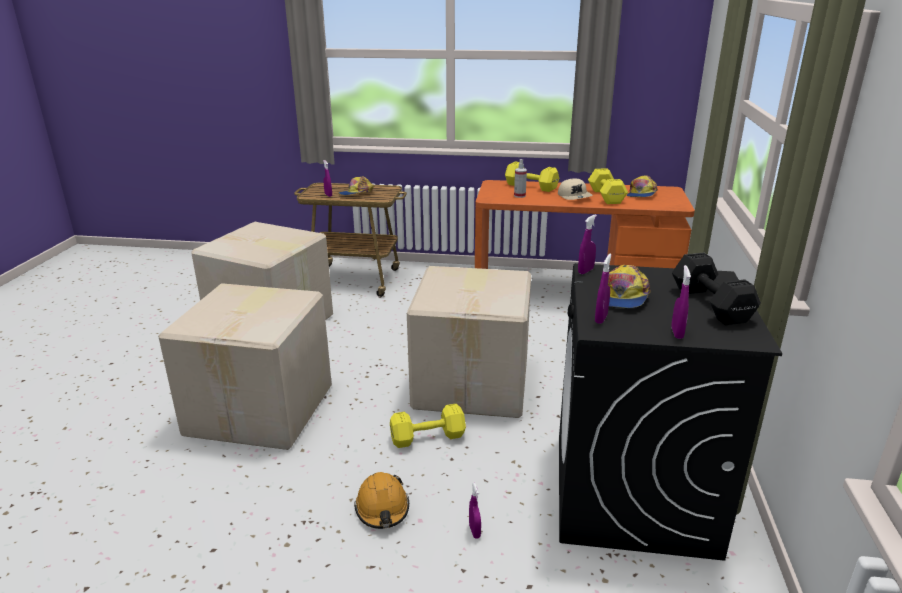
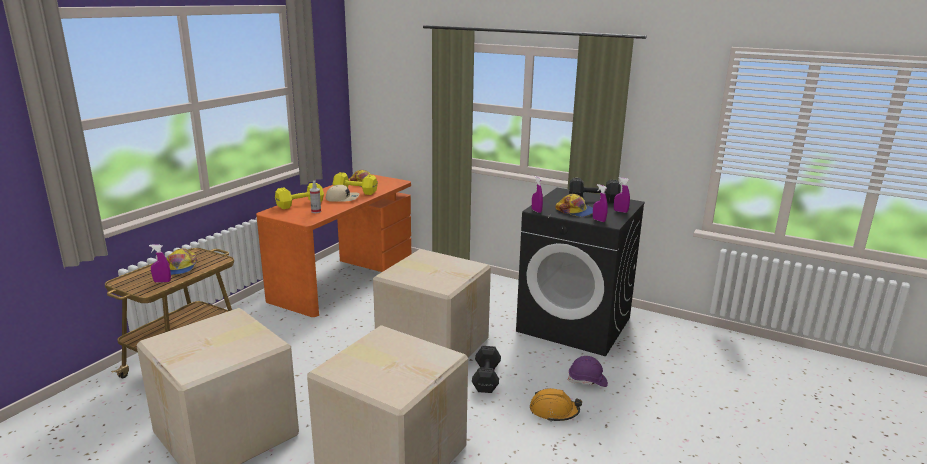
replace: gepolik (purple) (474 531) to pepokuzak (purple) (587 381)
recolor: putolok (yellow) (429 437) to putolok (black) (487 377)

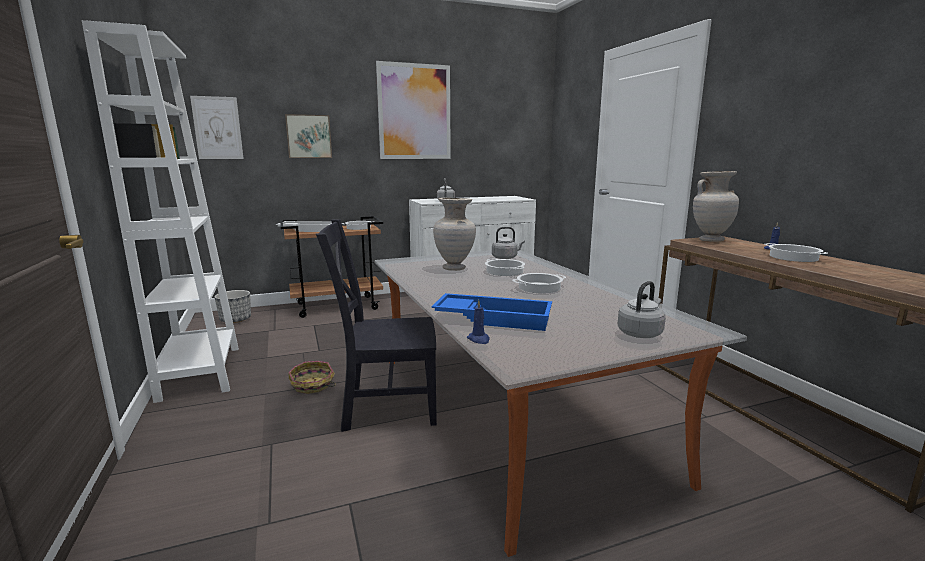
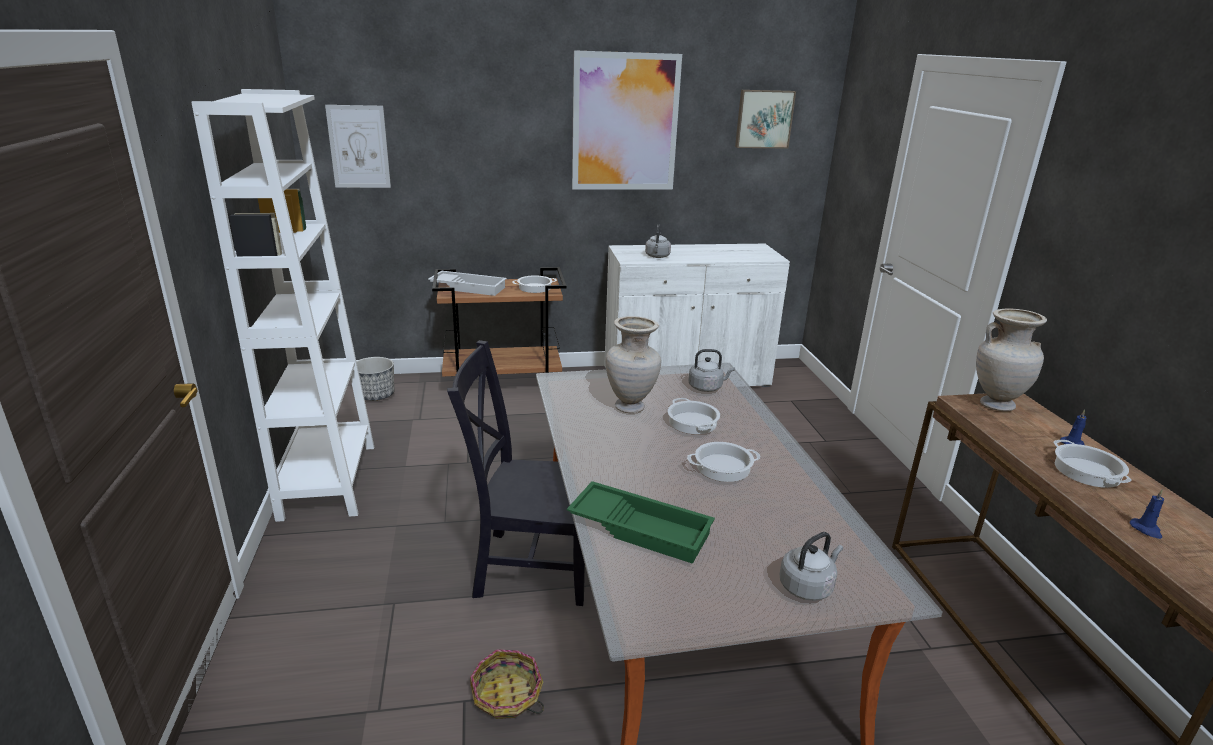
move: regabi (308 136) to (764 119); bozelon (312 385) to (507 696); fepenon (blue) (479 339) to (1146 530)
recolor: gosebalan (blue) (494 318) to gosebalan (green) (641 528)

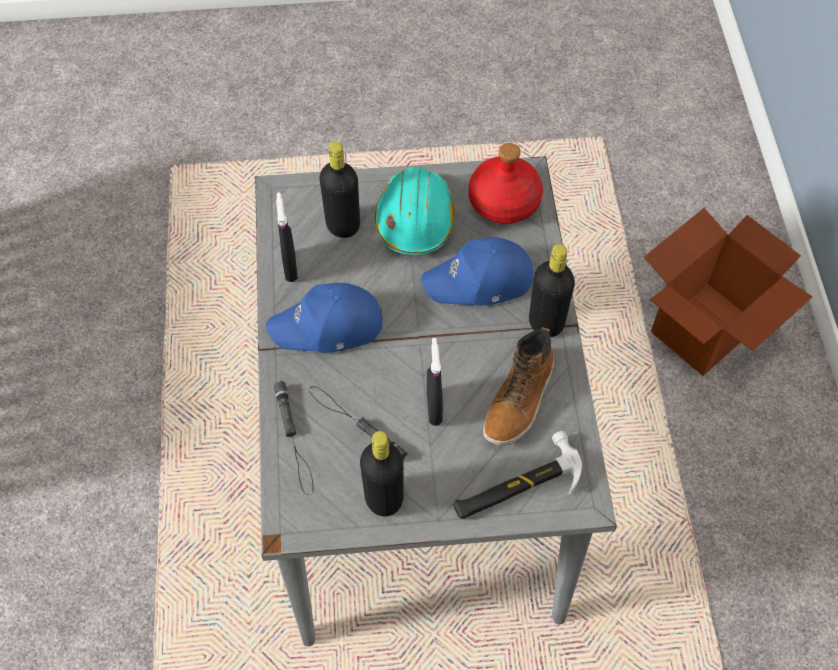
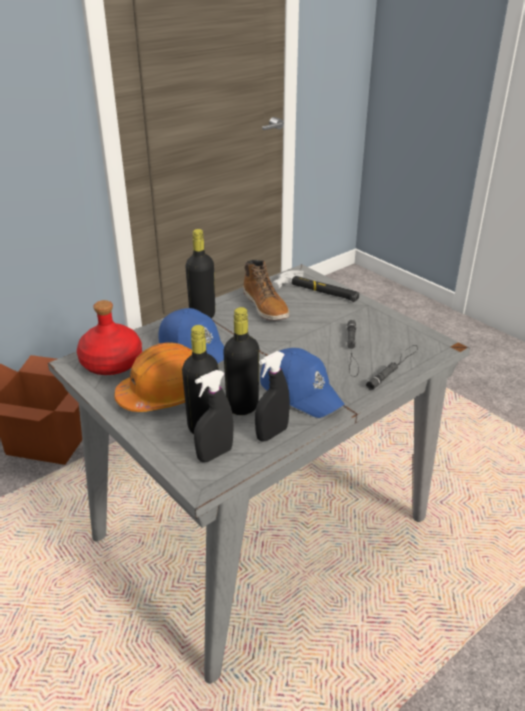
move: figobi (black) (384 498) to (242 406); gepolik (black) (434 408) to (215 454)
recolor: pepokuzak (turquoise) (415 220) to pepokuzak (orange) (165 394)
rotate: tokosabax (519 400) = (266 306) 75 degrees clockwise

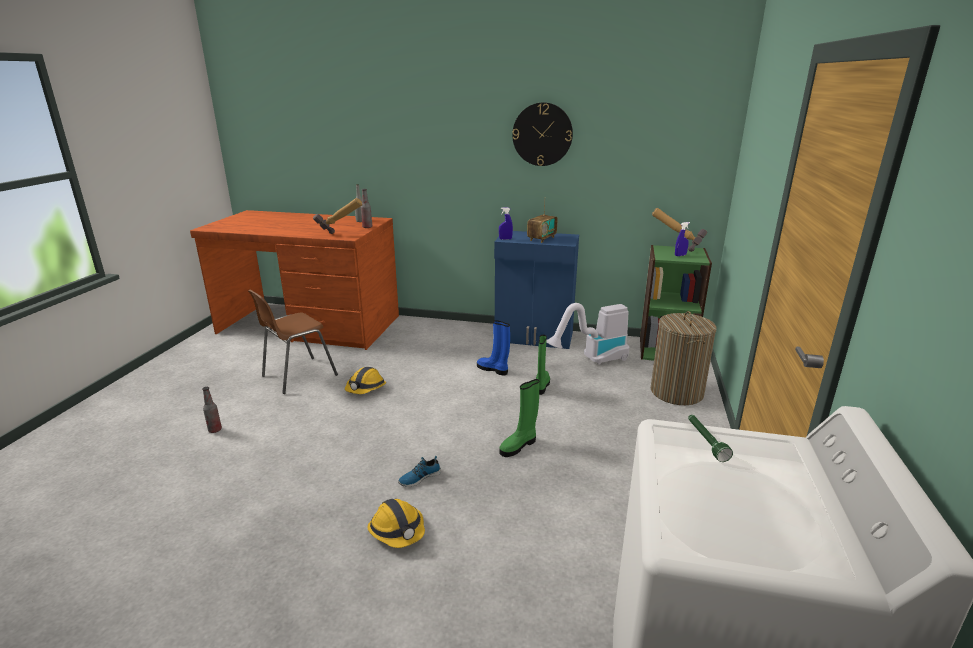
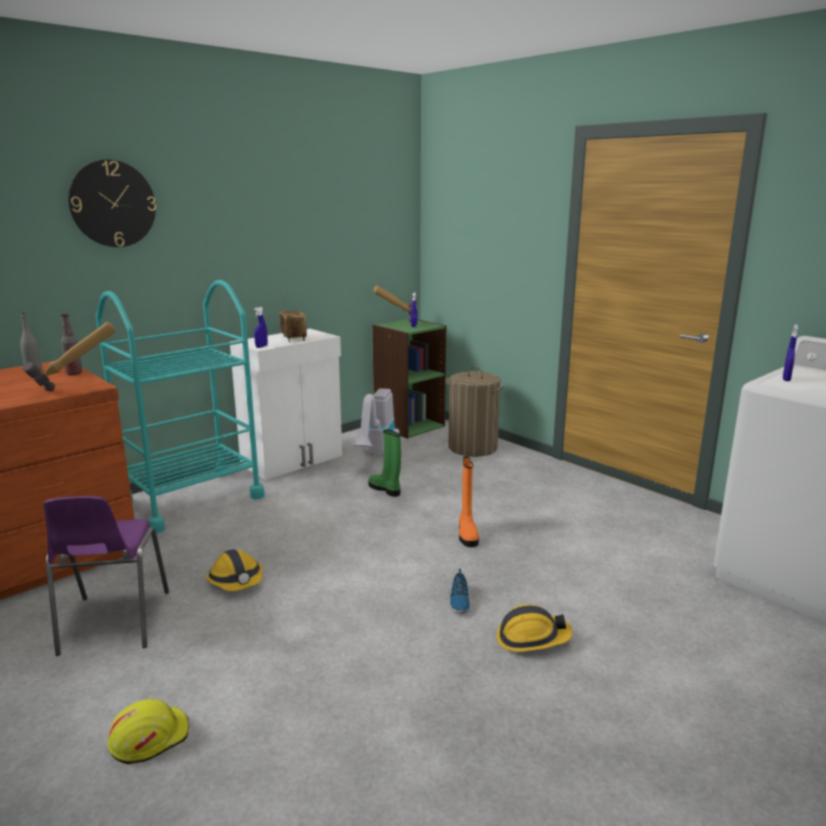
delete: tokosabax (blue) (493 369)
insert: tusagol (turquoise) (192 499)
move: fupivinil (542 134) to (113 204)
replace: figobi (215 430) to pepokuzak (yellow) (149 737); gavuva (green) (705 442) to gepolik (blue) (786 379)
recolor: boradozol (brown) (297 376) to boradozol (purple) (113 624); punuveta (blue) (534 337) to punuveta (white) (293 460); tokosabax (green) (519 446) to tokosabax (orange) (467 534)

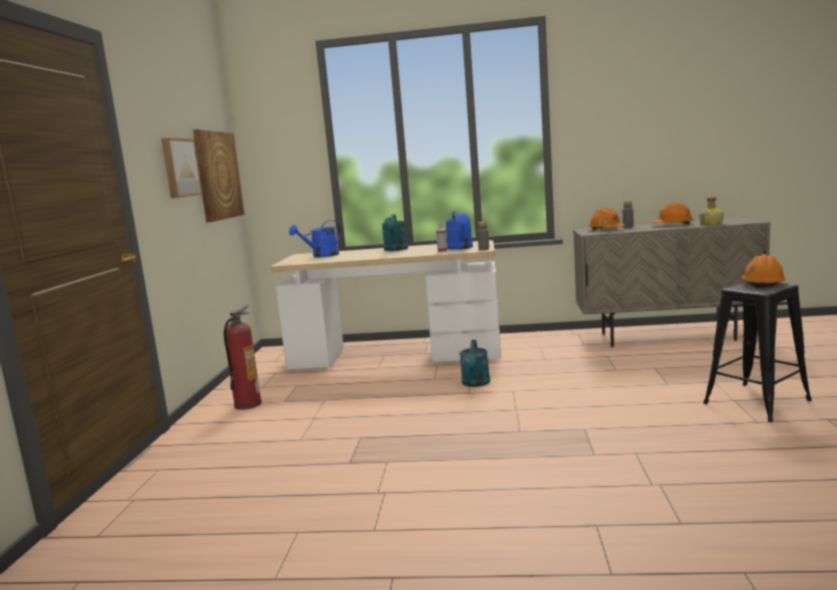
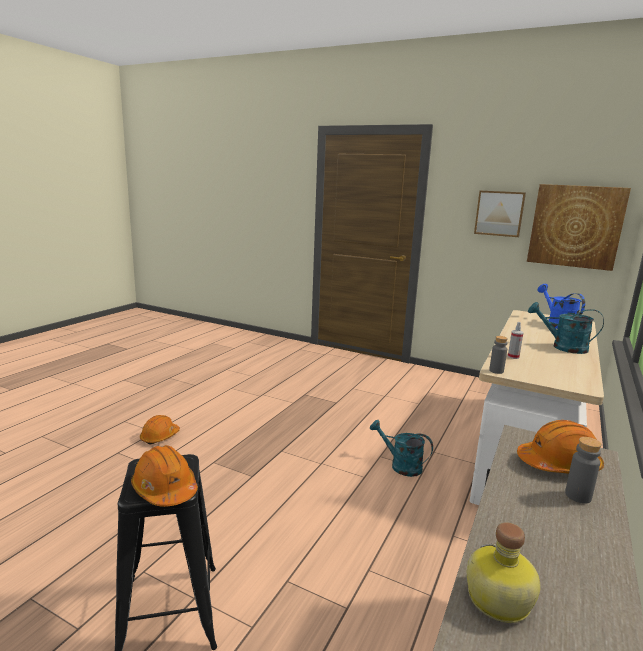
delete: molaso (247 404); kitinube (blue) (461 248)
move: pepokuzak (orange) (673 225) to (159 437)

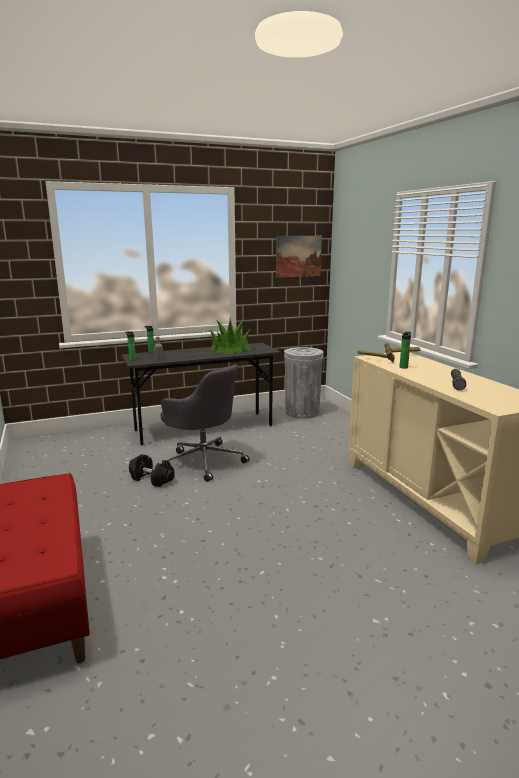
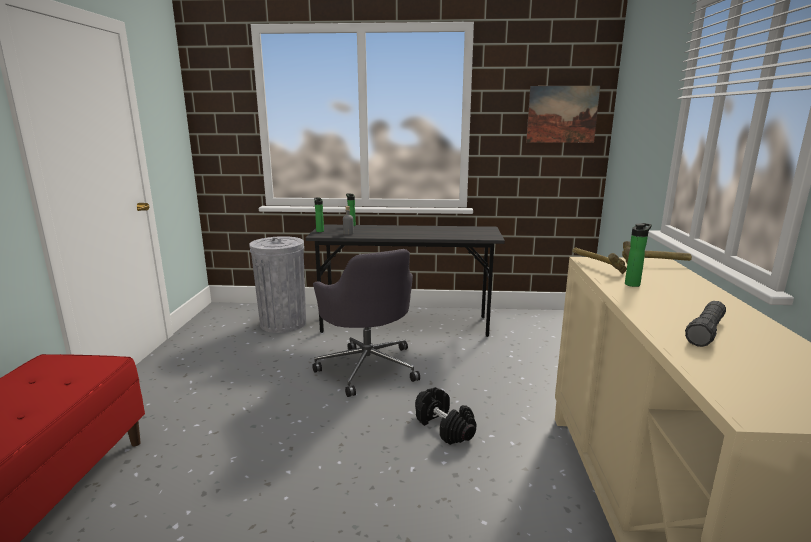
delete: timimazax (230 349)
move: putolok (black) (152 479) to (444 427); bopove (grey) (302 412) to (283 323)

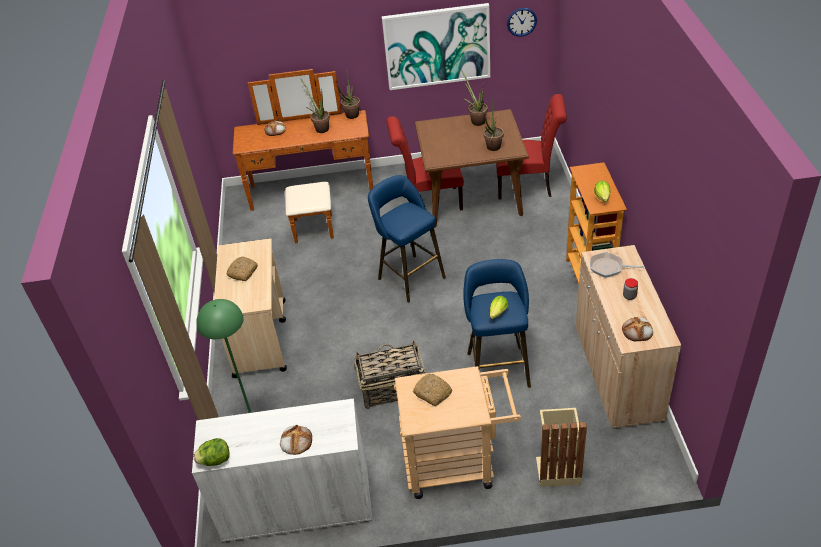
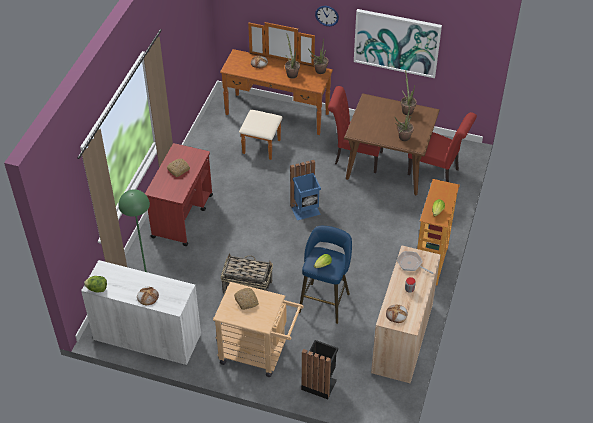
move: fupivinil (521 22) to (327 15)
replace: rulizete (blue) (409 276) to bopove (blue) (306 210)
recolor: tusagol (beige) (260 337) to tusagol (red) (182 215); bopove (beige) (557 468) to bopove (black) (319 383)

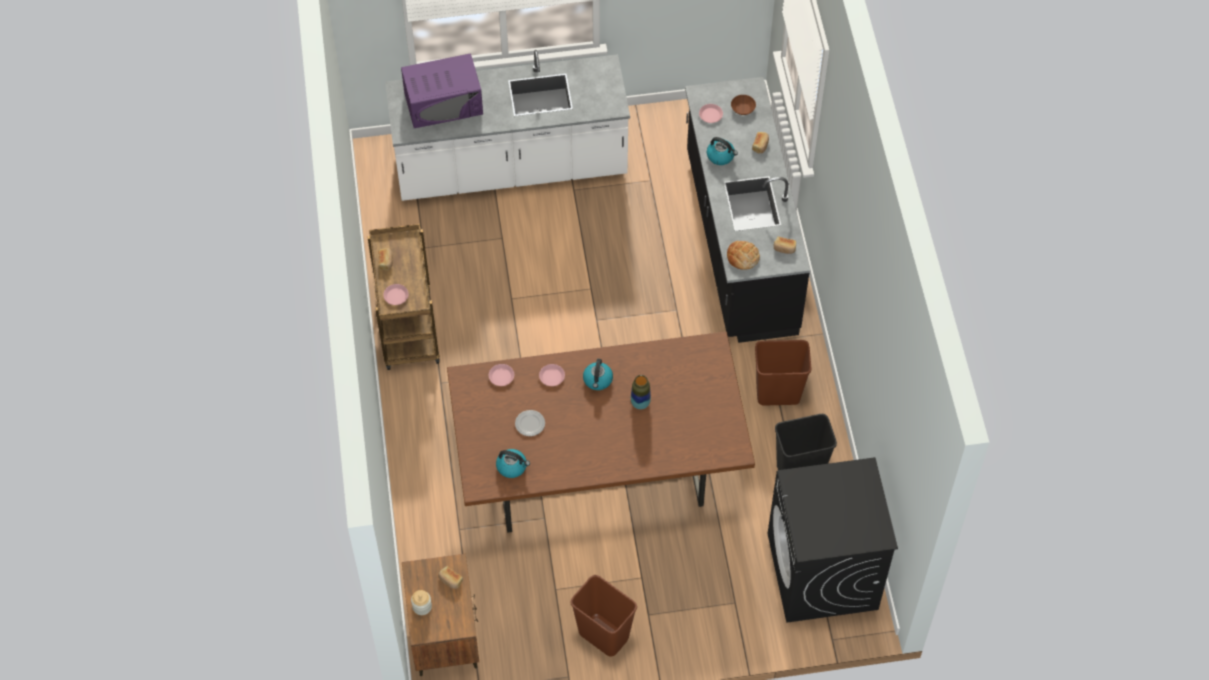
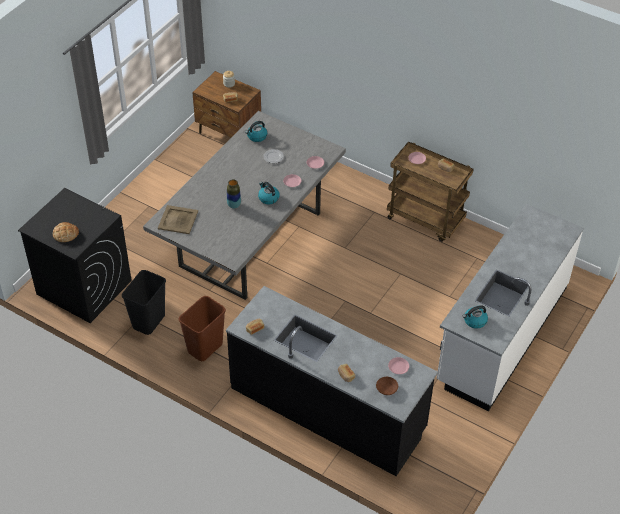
delete: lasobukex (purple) (443 103); bopove (brown) (602 635)
insert: gosebalan (beige) (177 220)
move: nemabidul (721 156) to (474 321); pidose (742 257) to (65 234)
recolor: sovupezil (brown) (599 469) to sovupezil (grey) (249 240)

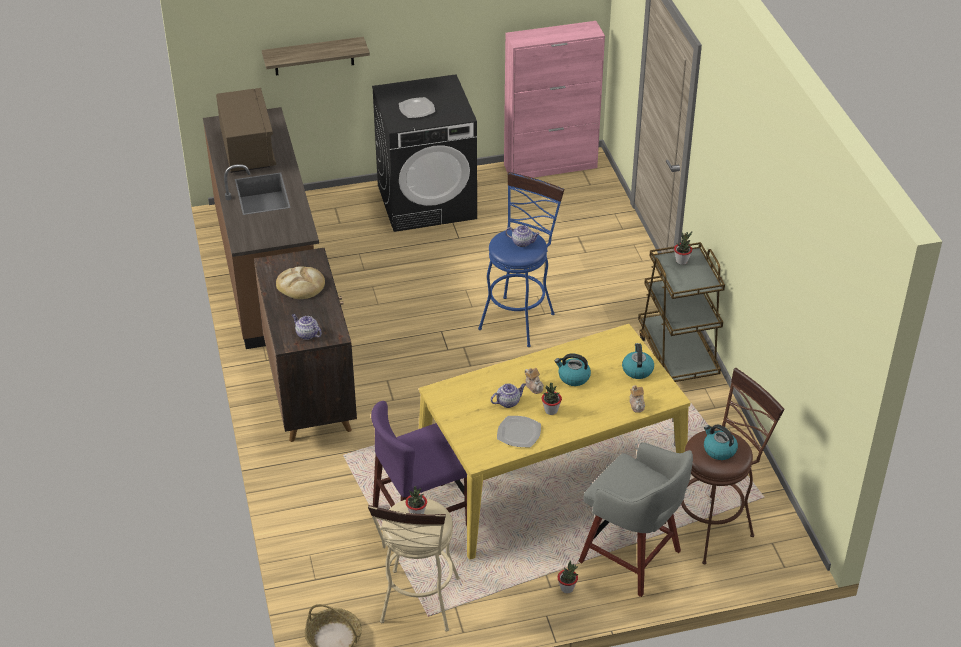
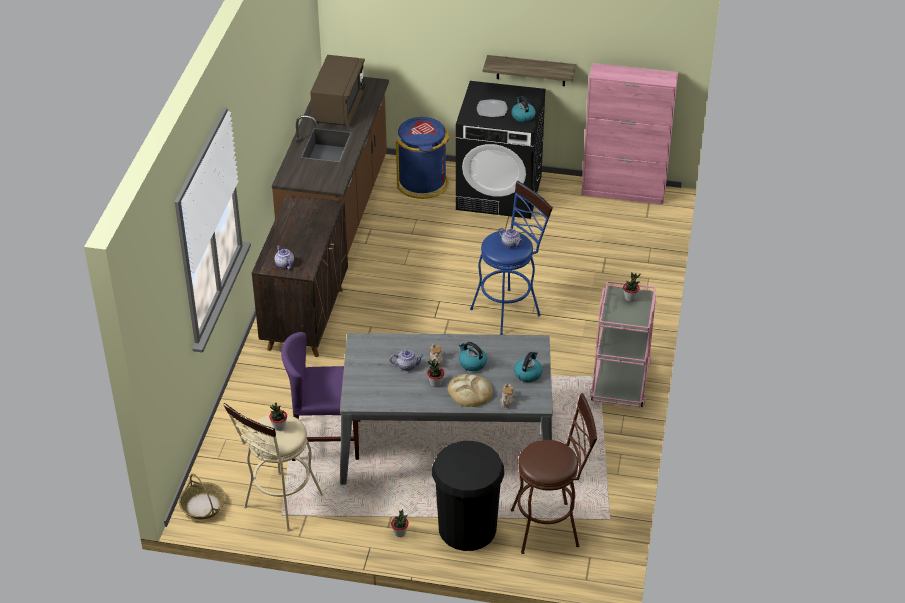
delete: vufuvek (519 433)
insert: bopove (blue) (423 183)
move: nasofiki (314 56) to (531 70); pidose (301 285) to (470 392); nemabidul (719 450) to (522 116)
replace: rulizete (grey) (632 558) to bopove (black) (467 528)
recolor: sovupezil (yellow) (550 476) to sovupezil (grey) (447 443); tusagol (brown) (677 354) to tusagol (pink) (620 380)

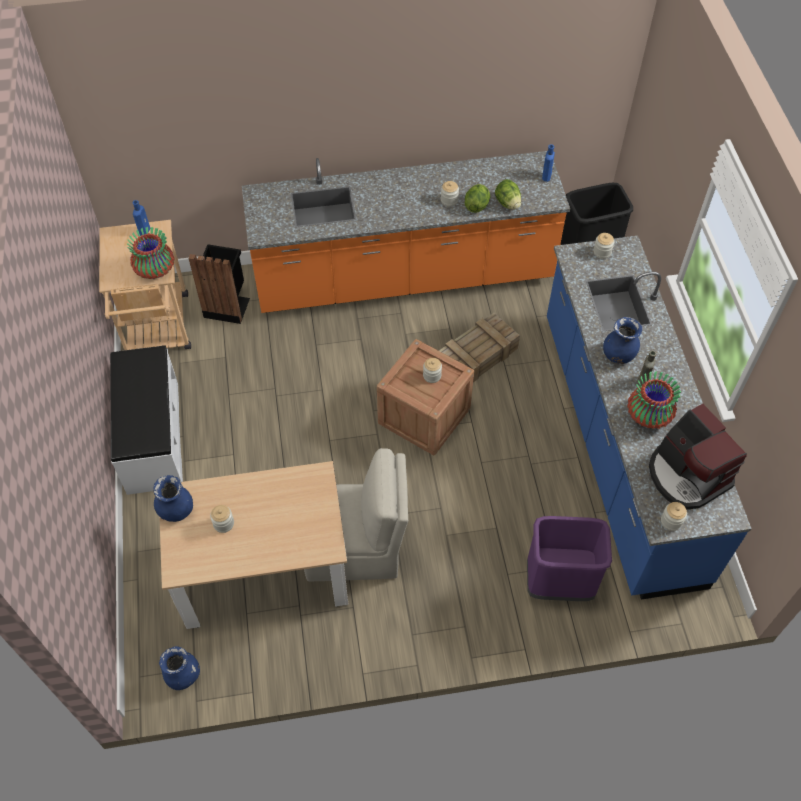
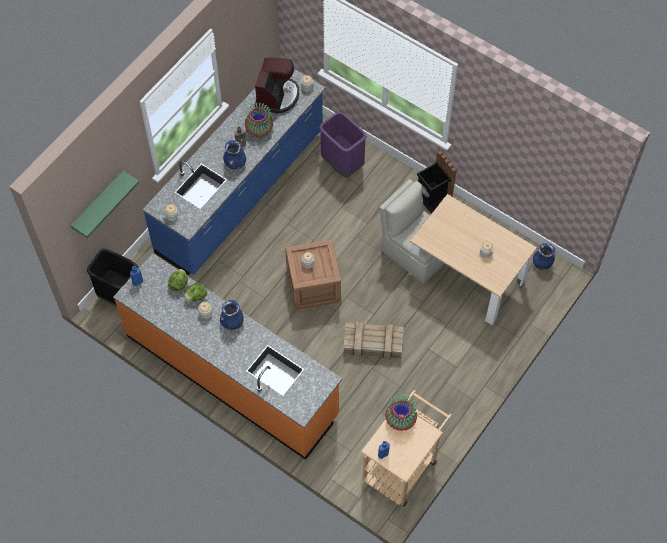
delete: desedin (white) (152 437)
insert: nasofiki (green) (98 203)
move: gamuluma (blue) (176 510) to (232 322); bopove (black) (227 306) to (432 200); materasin (477 356) to (372 344)

